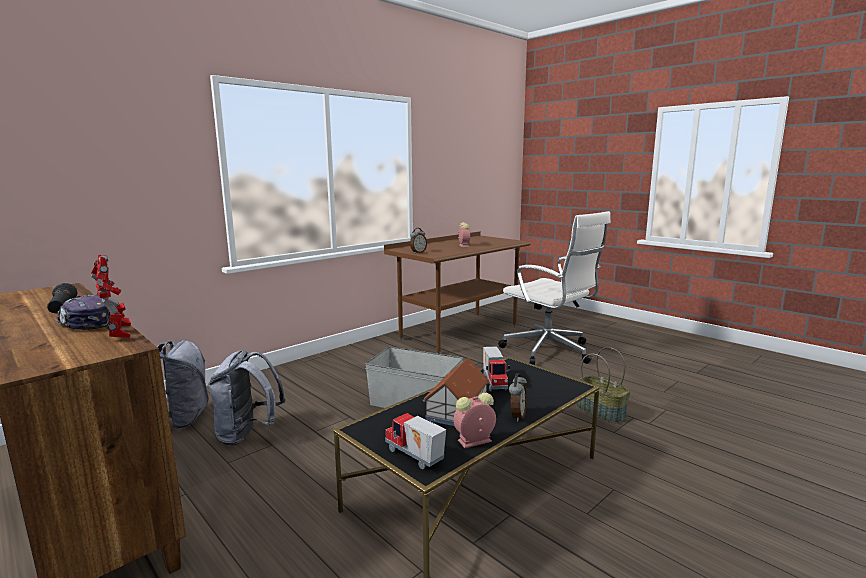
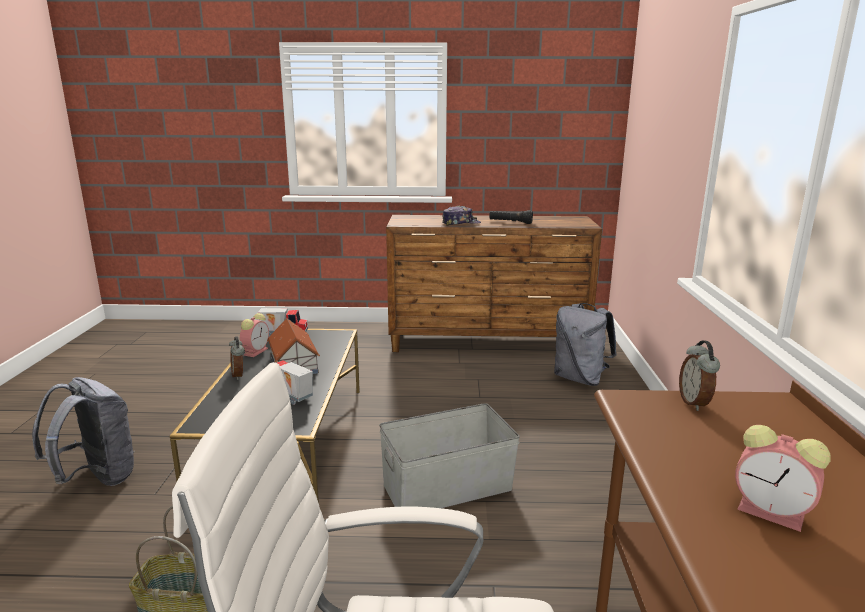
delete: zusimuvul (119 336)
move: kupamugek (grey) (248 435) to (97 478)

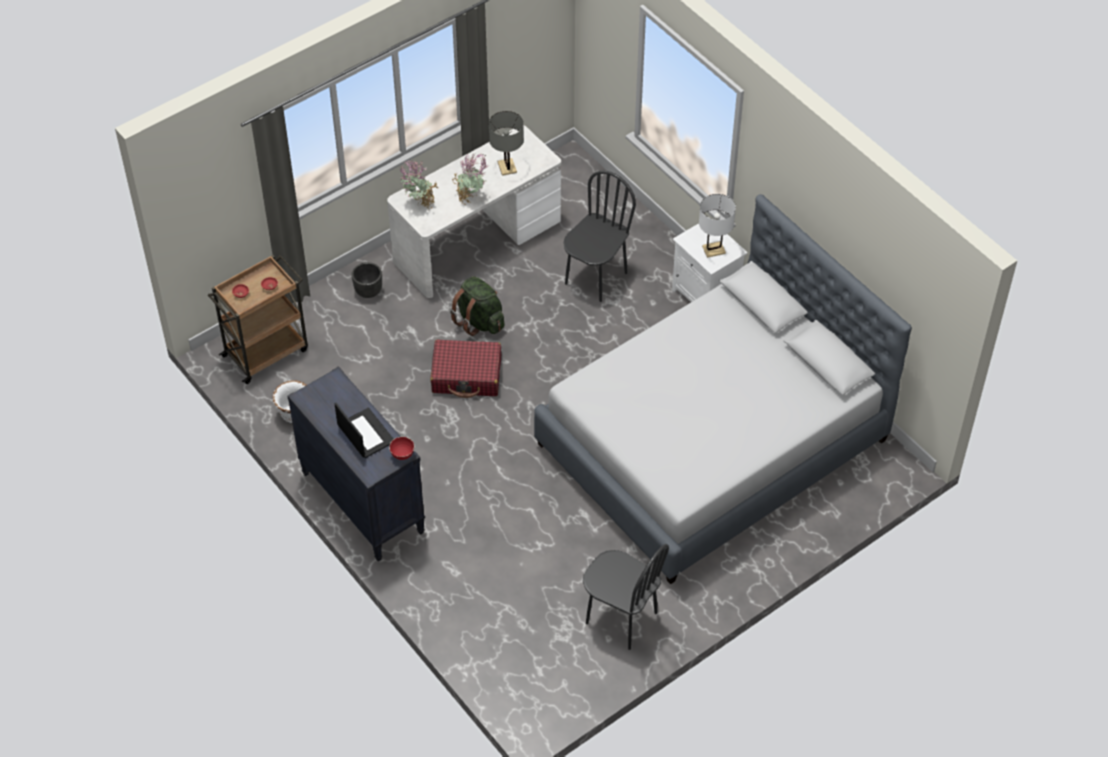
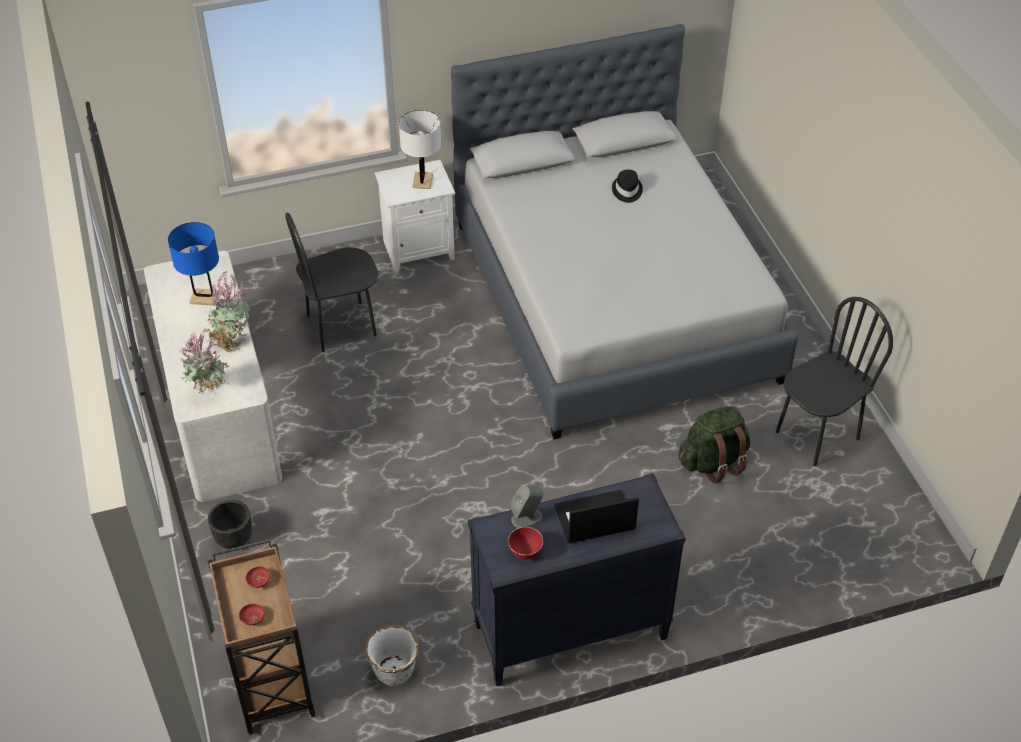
delete: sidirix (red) (467 375)
insert: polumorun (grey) (527 518); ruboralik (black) (626 190)
move: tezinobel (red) (402 454) to (525 552); kupamugek (green) (479 321) to (713 462)
recolor: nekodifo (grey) (507 167) to nekodifo (blue) (204 297)
rotate: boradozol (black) (595 278) = (341 326) 75 degrees counterclockwise

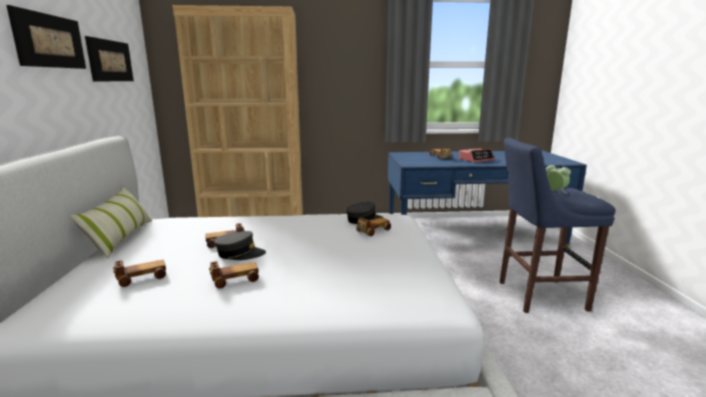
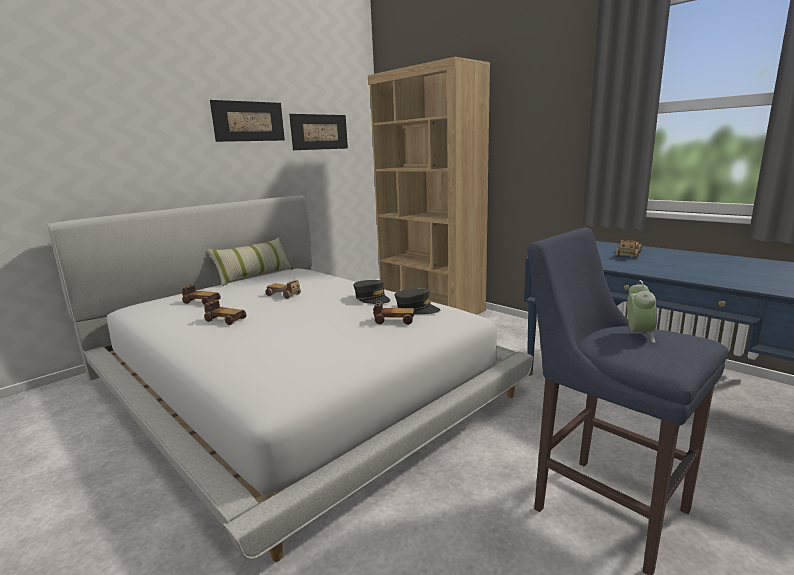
delete: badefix (476 159)
move: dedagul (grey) (240 253) to (372 298)

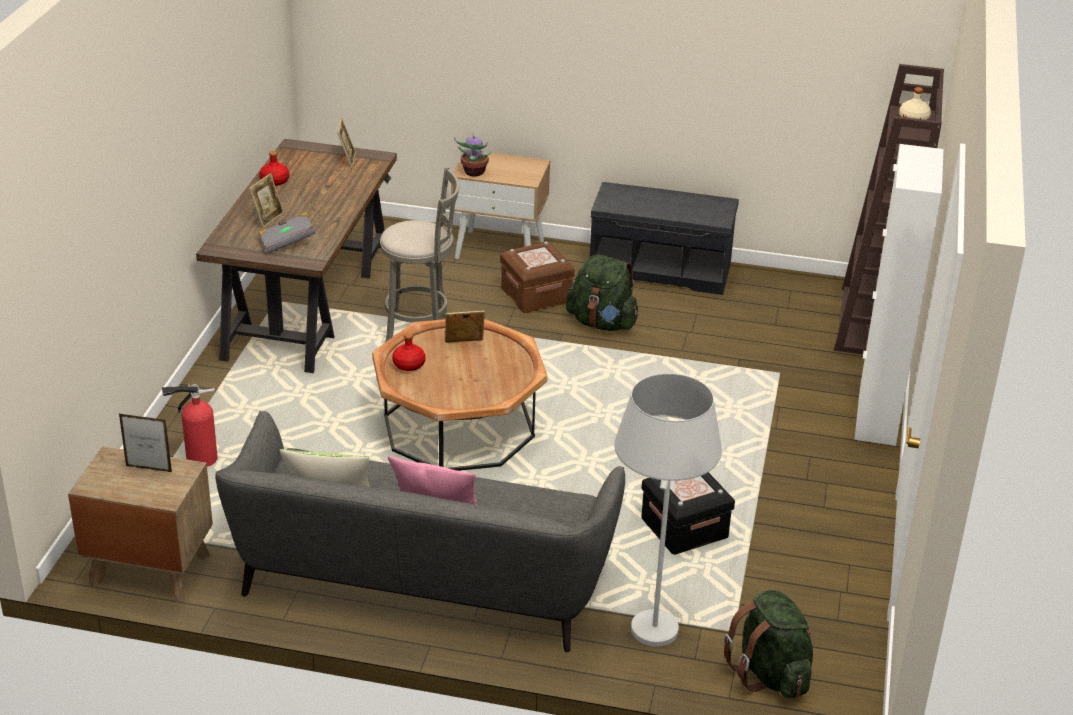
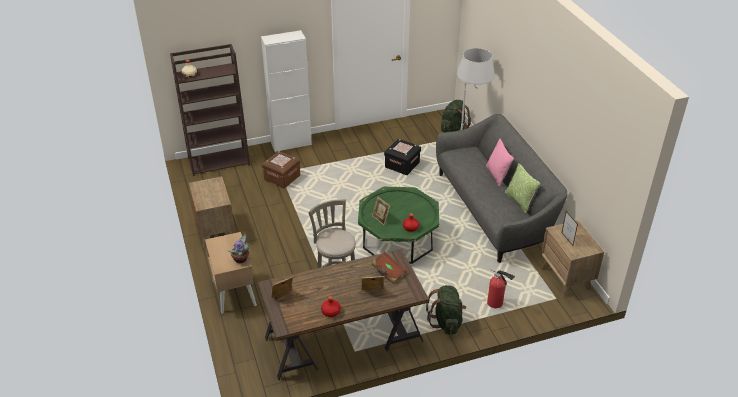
move: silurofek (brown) (536 295) to (282 177); kupamugek (green) (602 323) to (446 322)
replace: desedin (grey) (661 270) to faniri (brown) (215 231)
recolor: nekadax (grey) (287 242) to nekadax (brown) (388 272); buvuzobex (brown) (459 427) to buvuzobex (green) (397 240)

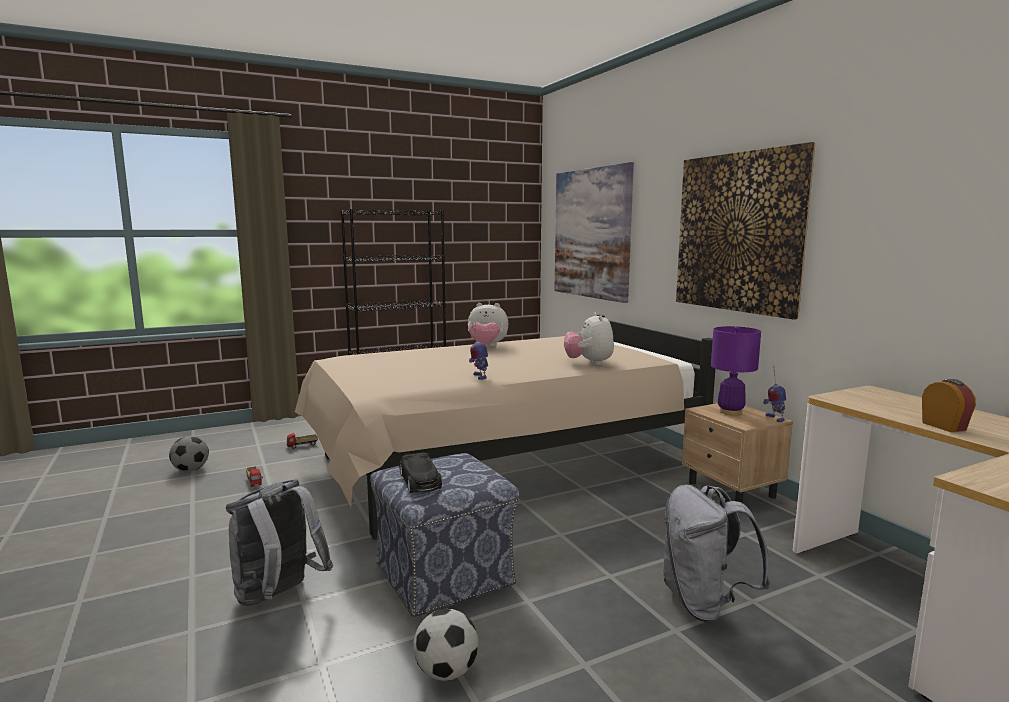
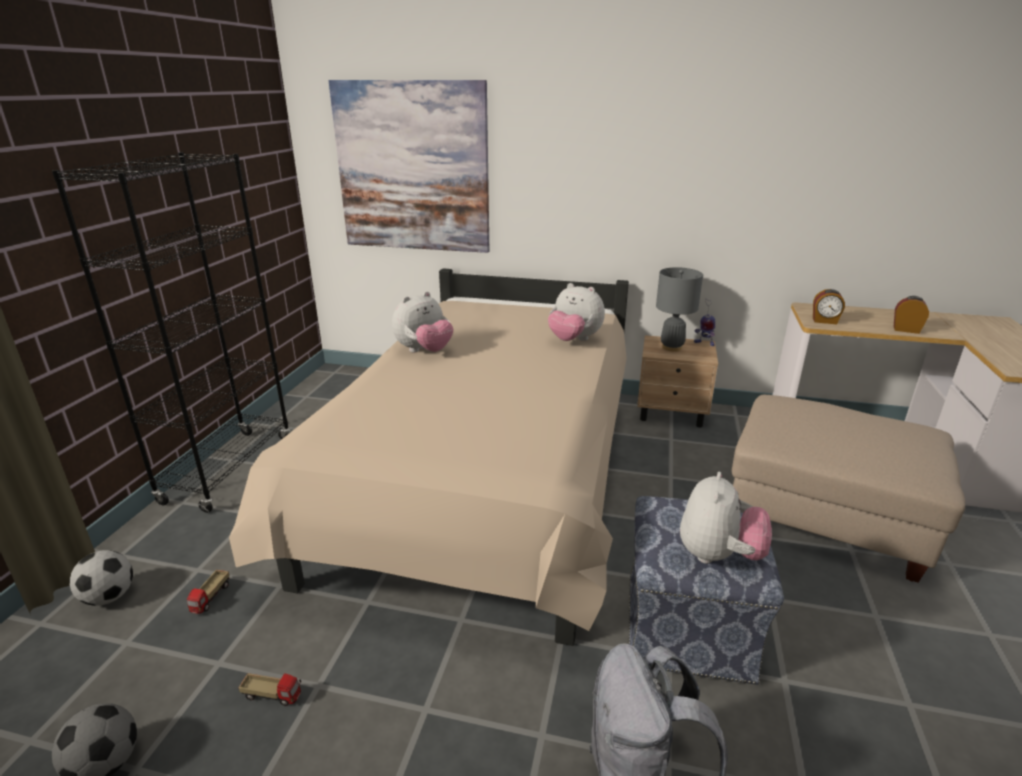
delete: zusimuvul (479 376); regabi (738 232)
insert: badefix (824 321)
move: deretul (446 672) to (109 597)
replace: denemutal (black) (420 482) to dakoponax (718 555); kupamugek (grey) (704 604) to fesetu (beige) (824 518)
recolor: nekodifo (purple) (730 412) to nekodifo (grey) (672 347)

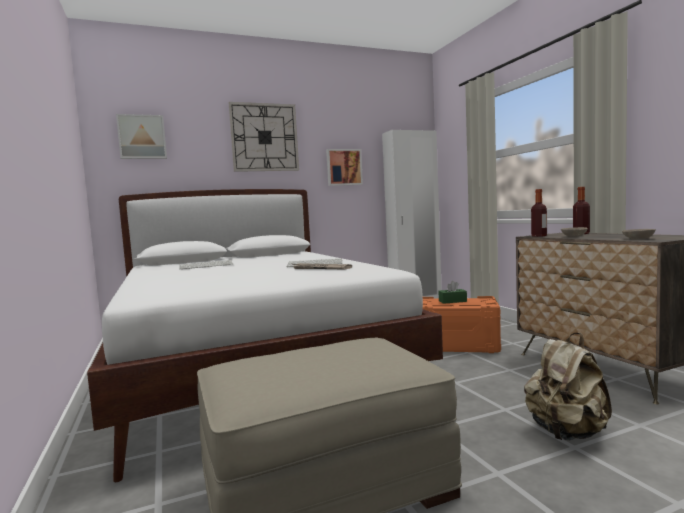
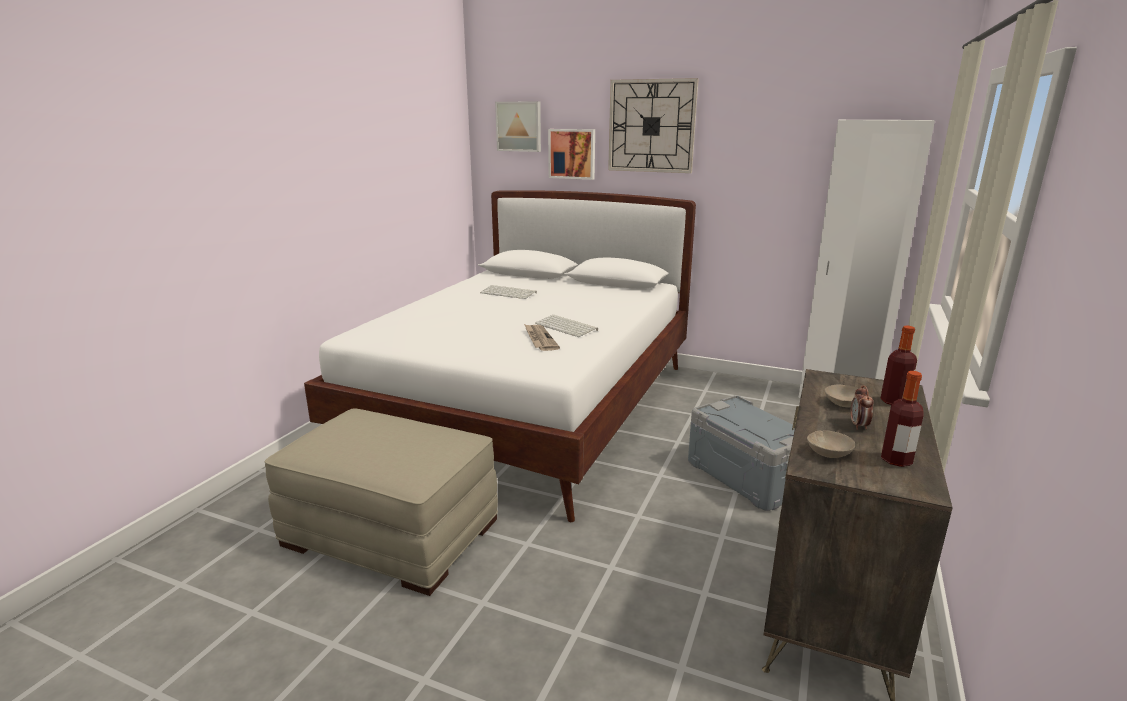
delete: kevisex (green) (452 301); kupamugek (beige) (567 433)
insert: badefix (858 425)
move: regabi (343 167) to (572 154); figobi (539 236) to (896 460)
recolor: silurofek (orange) (457 345) to silurofek (grey) (747 476)

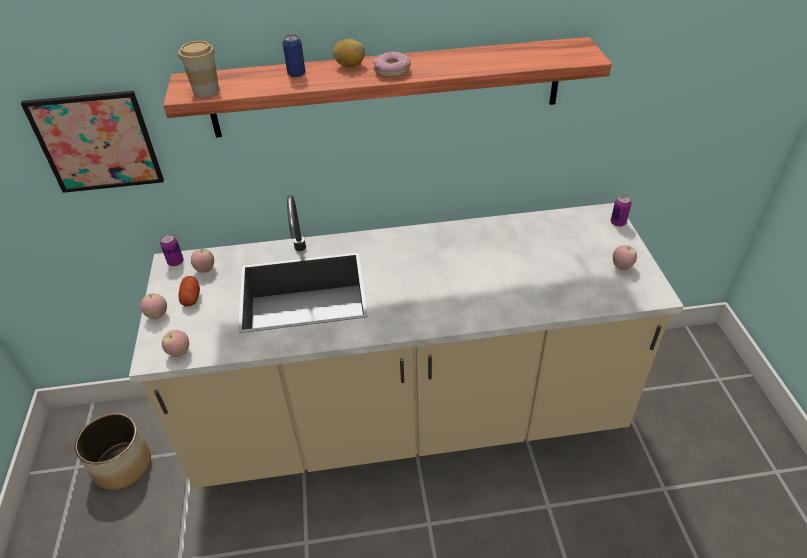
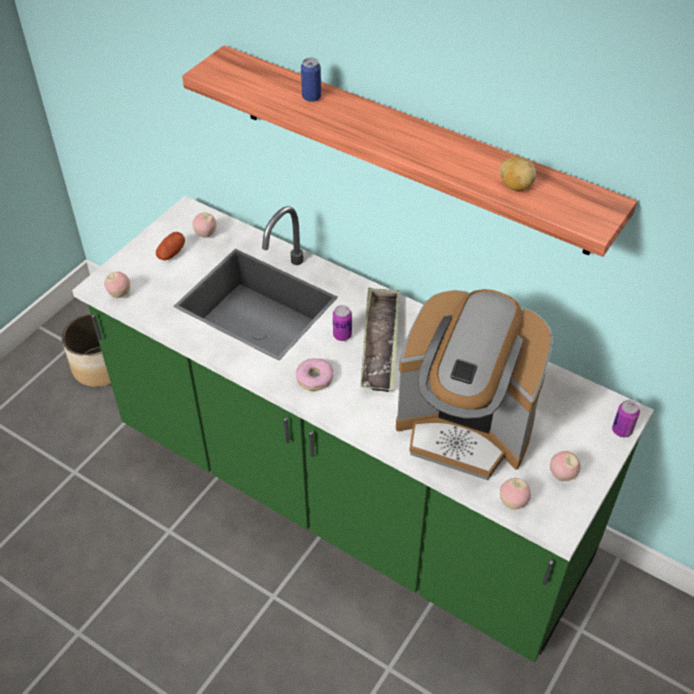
delete: regabi (97 142); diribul (206 90)
insert: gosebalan (380 344); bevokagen (465 428)
move: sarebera (157 315) to (513 502); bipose (175 262) to (342 335); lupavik (350 65) to (515 186); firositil (391 70) to (314 378)
recolor: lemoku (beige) (409 420) to lemoku (green) (347 497)

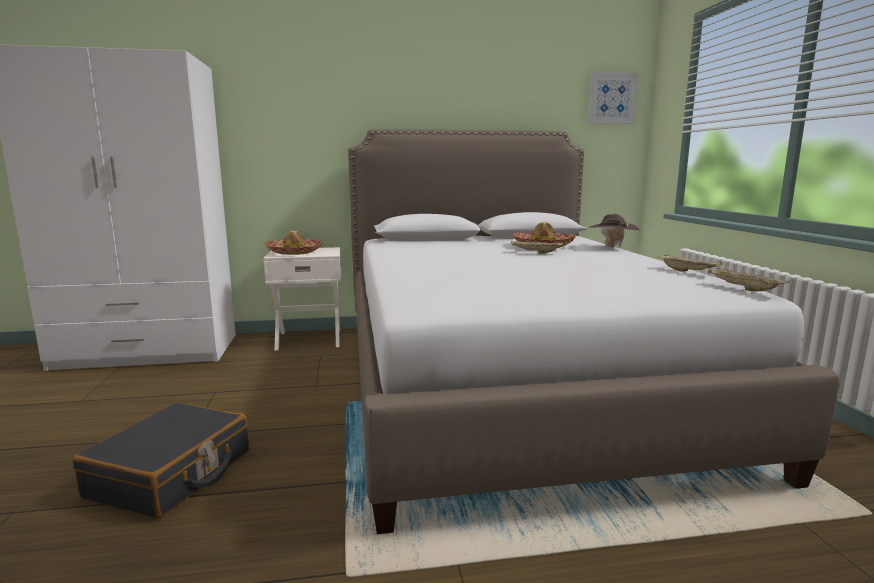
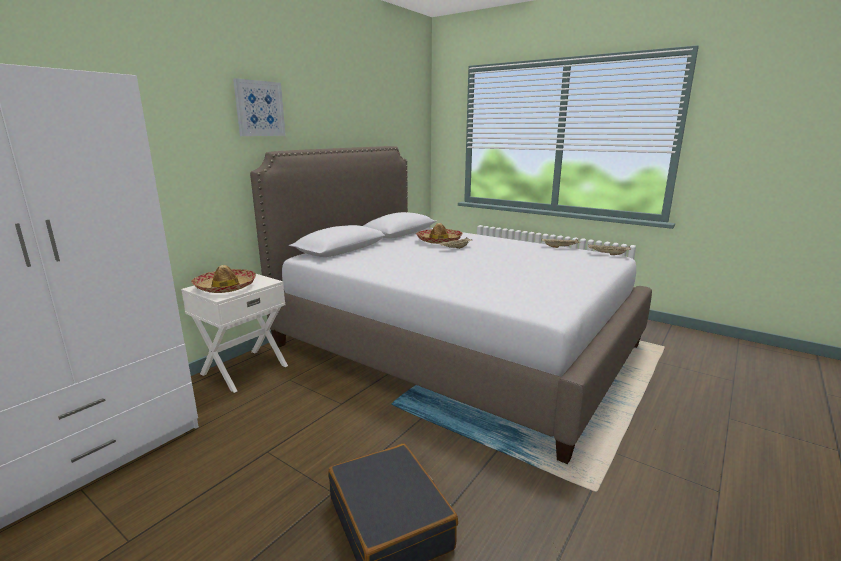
delete: ruboralik (brown) (611 248)
move: regabi (611 98) to (259 108)

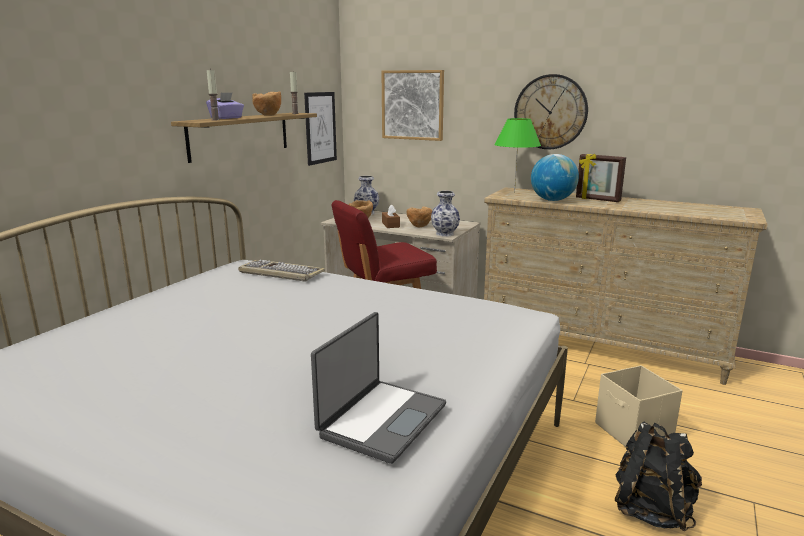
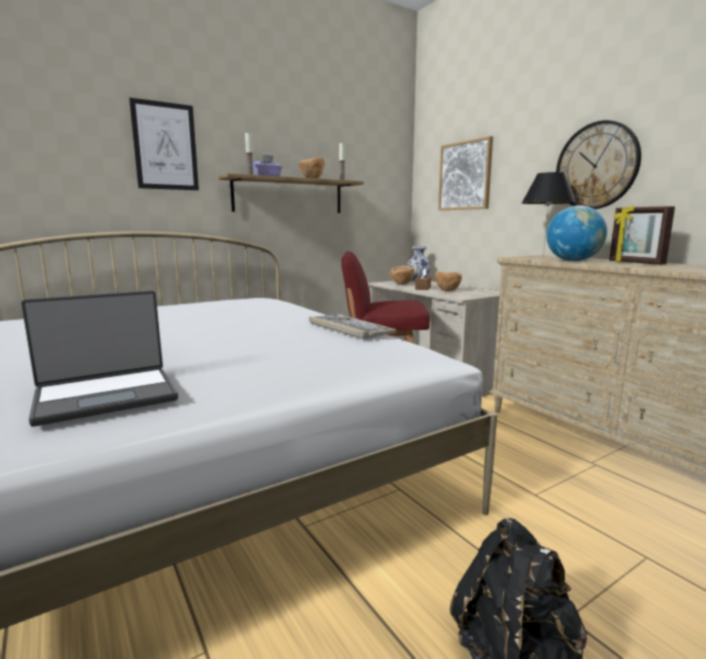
delete: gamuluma (445 234); silurofek (beige) (633 433)
move: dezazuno (280 273) to (348 329); regabi (320 128) to (165 146)
recolor: nekodifo (green) (514 192) to nekodifo (black) (543 256)

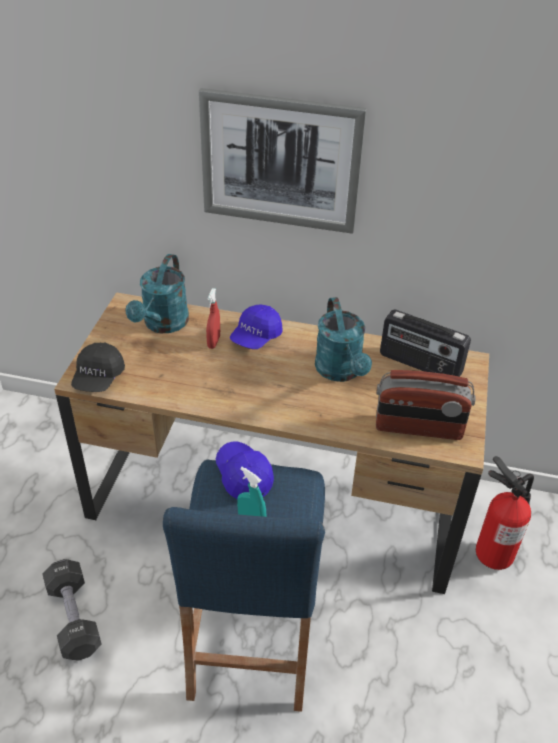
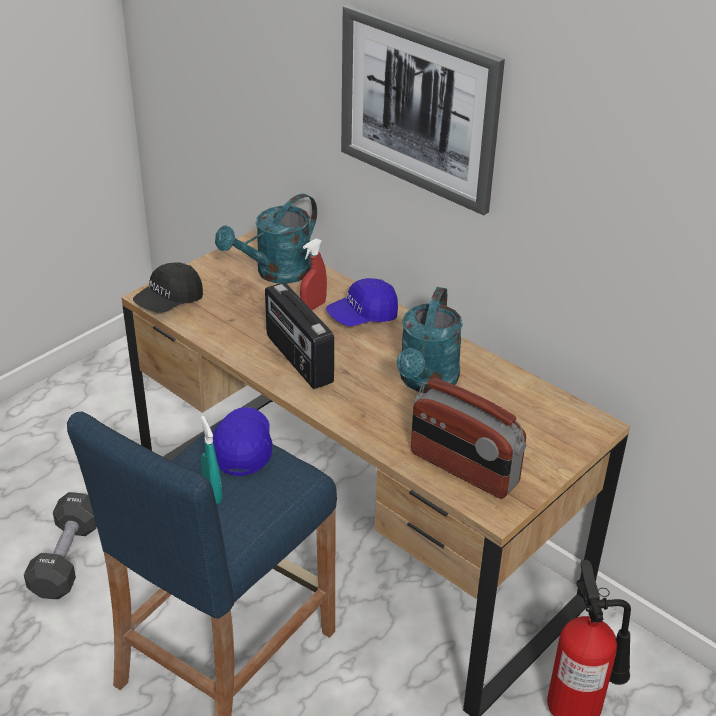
move: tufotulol (420 364) to (298 360)

